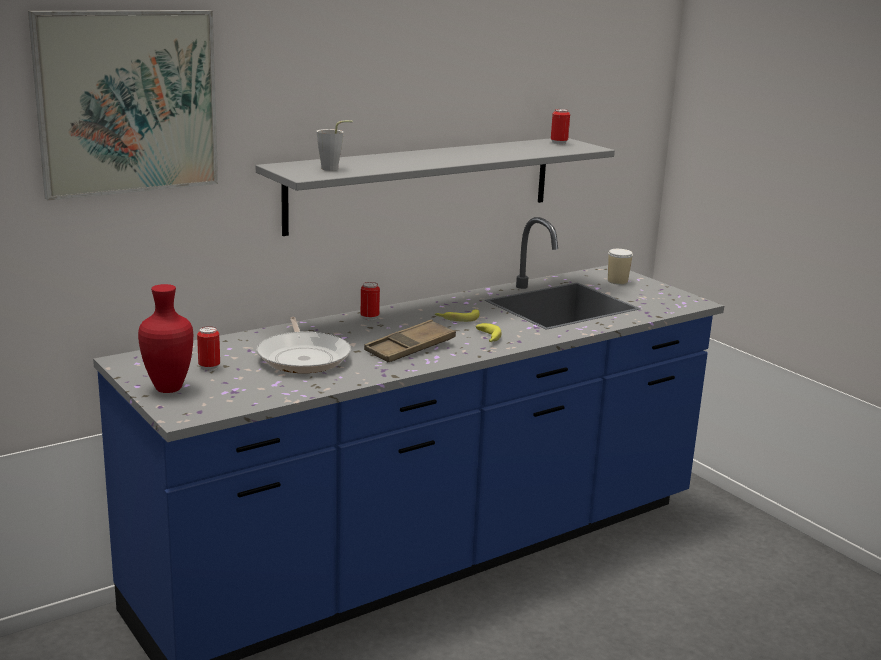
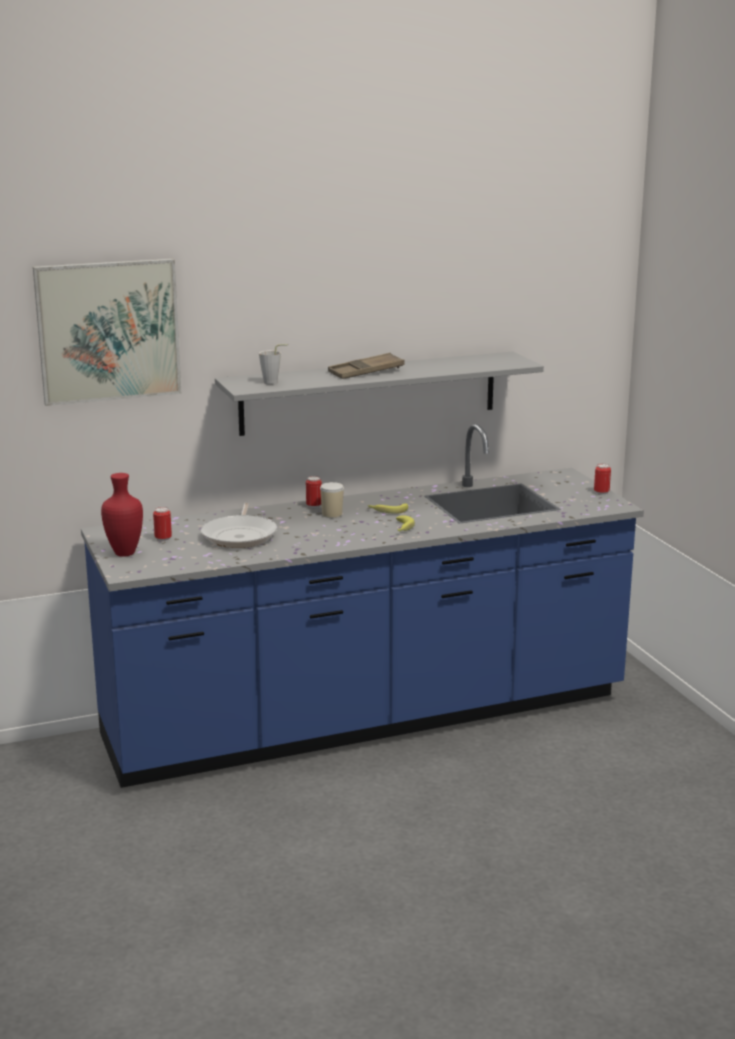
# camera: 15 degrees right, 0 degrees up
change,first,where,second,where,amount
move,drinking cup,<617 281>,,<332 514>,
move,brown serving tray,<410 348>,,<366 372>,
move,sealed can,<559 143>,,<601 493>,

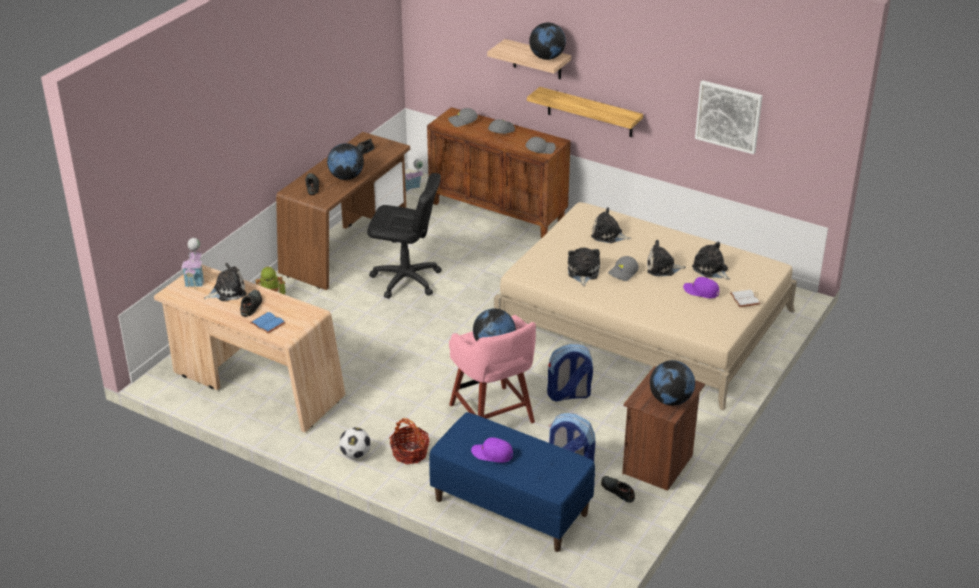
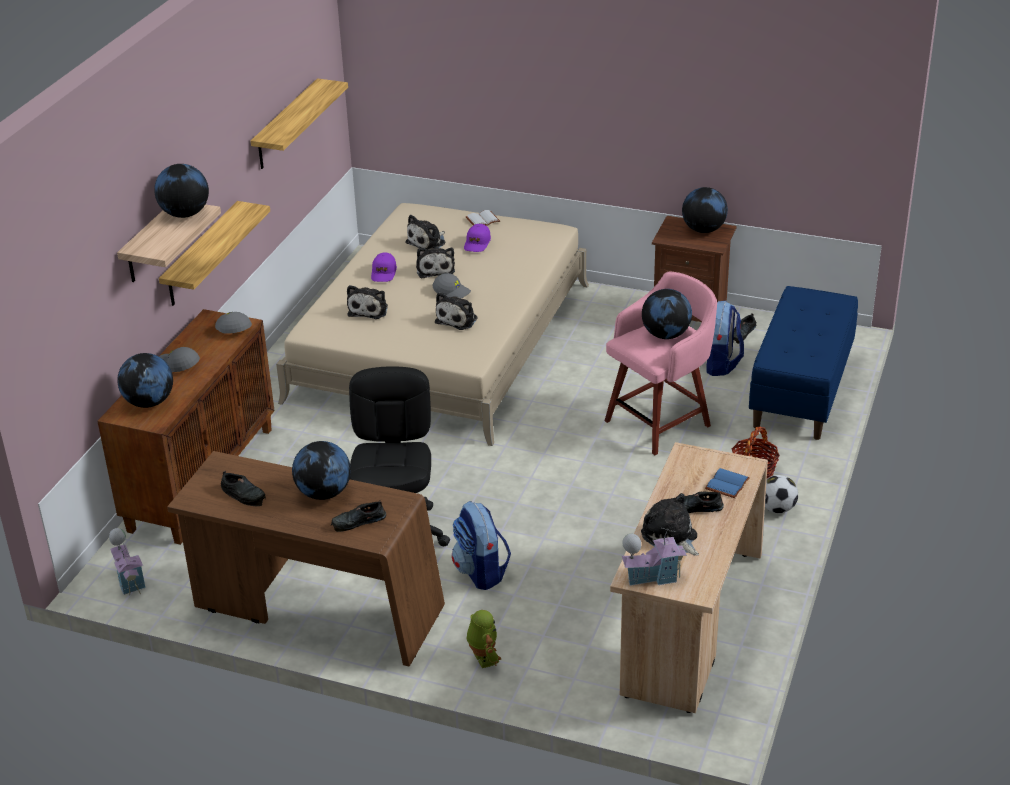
# camera: 100 degrees left, 0 degrees up
change,first,where,second,where,amount
replace,grey baseball cap,<462 121>,globe,<149 402>,
replace,wall picture,<728 116>,shelf,<286 125>,
move,purple baseball cap,<492 454>,,<383 273>,
rotate,plush toy,<582 273>,,<458 319>,60 degrees counterclockwise
move,rucksack,<569 395>,,<481 572>,

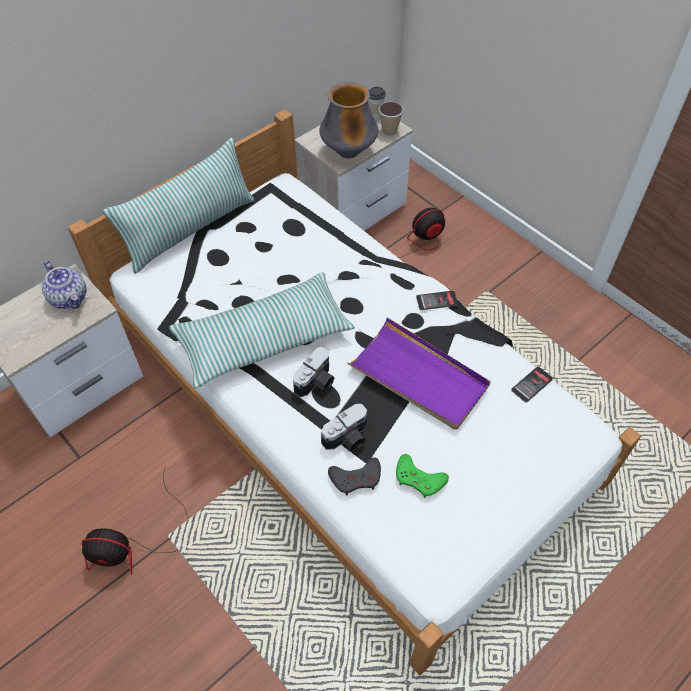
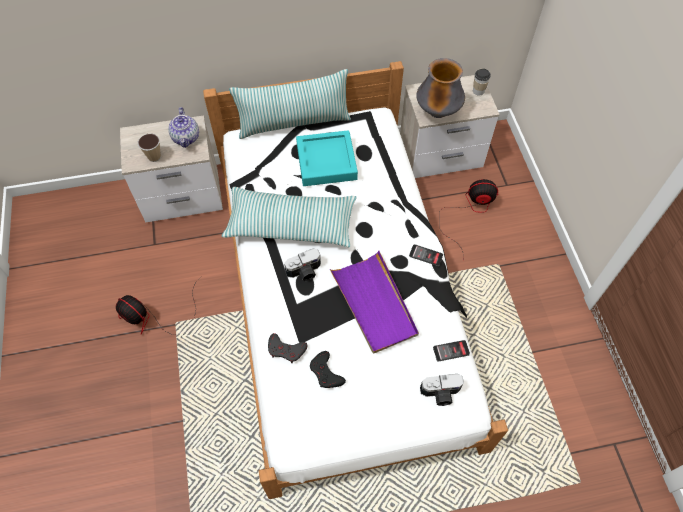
# camera: 30 degrees right, 5 degrees up
change,first,where,second,where,amount
move,drinking cup,<389 131>,,<154 157>,
insert,,,turquoise-coloured serving tray,<326 162>,
recolor,green-coloured game controller,<419 479>,black-coloured game controller,<326 373>,
move,still camera,<348 439>,,<440 394>,

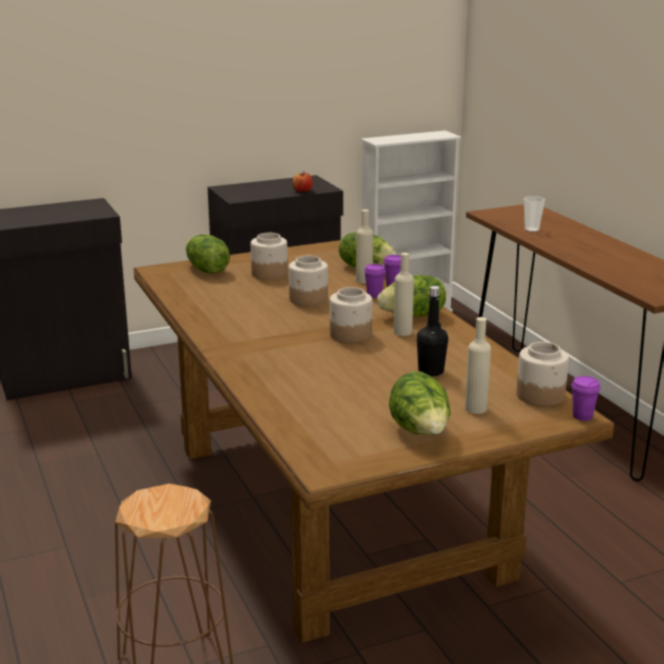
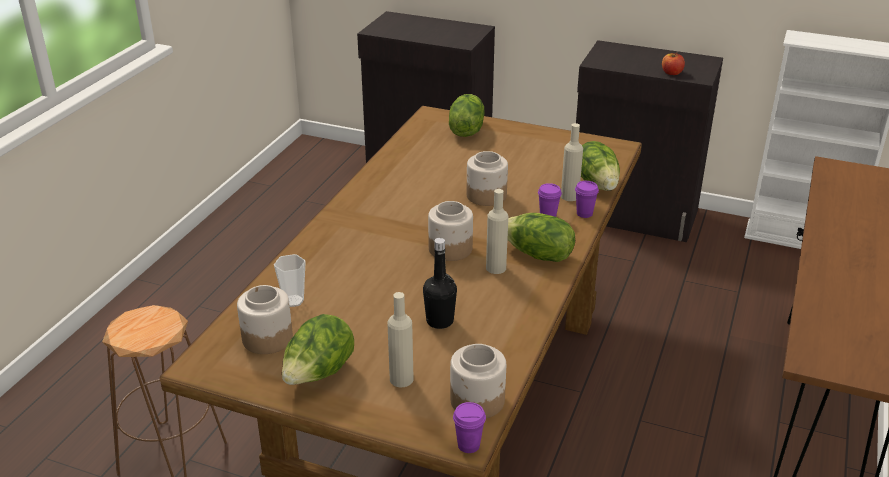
# camera: 45 degrees right, 10 degrees up
change,first,where,second,where,amount
move,storage jar,<269 273>,,<267 338>,
move,drinking cup,<531 230>,,<293 301>,

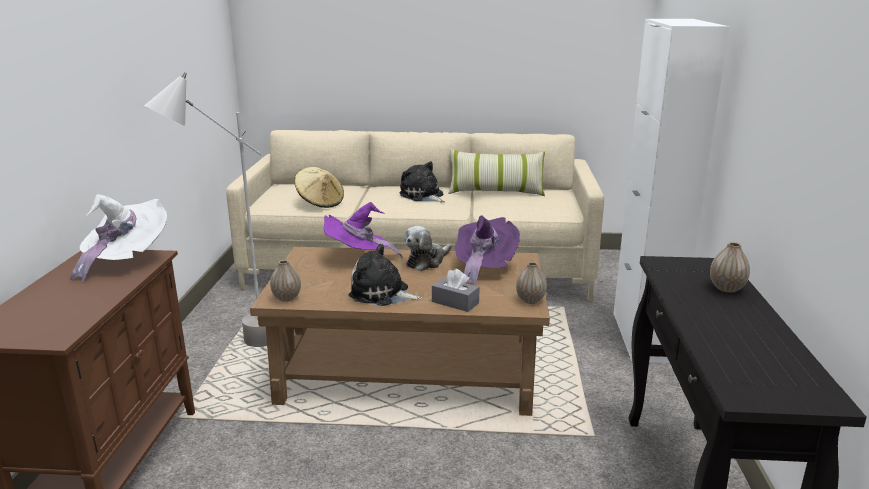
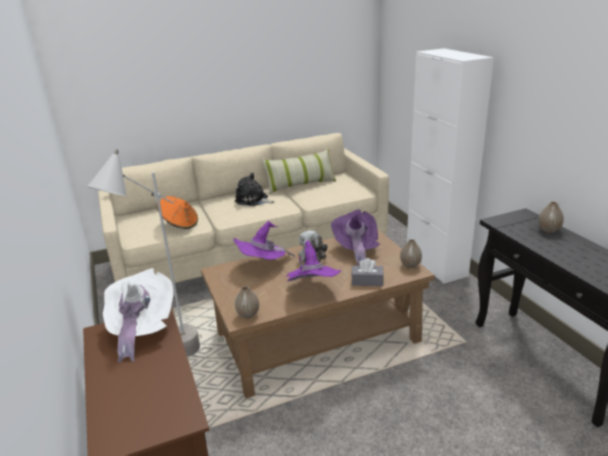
# camera: 25 degrees left, 5 degrees up
change,first,where,second,where,amount
recolor,beige wearable hat,<320 202>,orange-coloured wearable hat,<180 224>,
replace,plush toy,<382 294>,purple wearable hat,<312 290>,

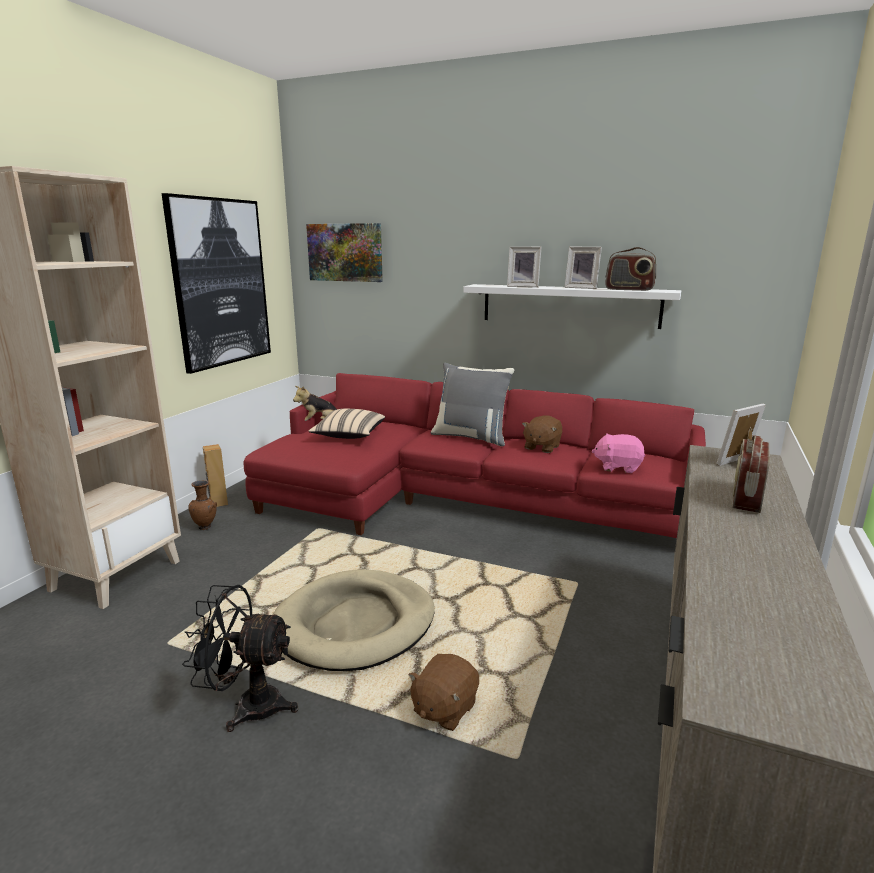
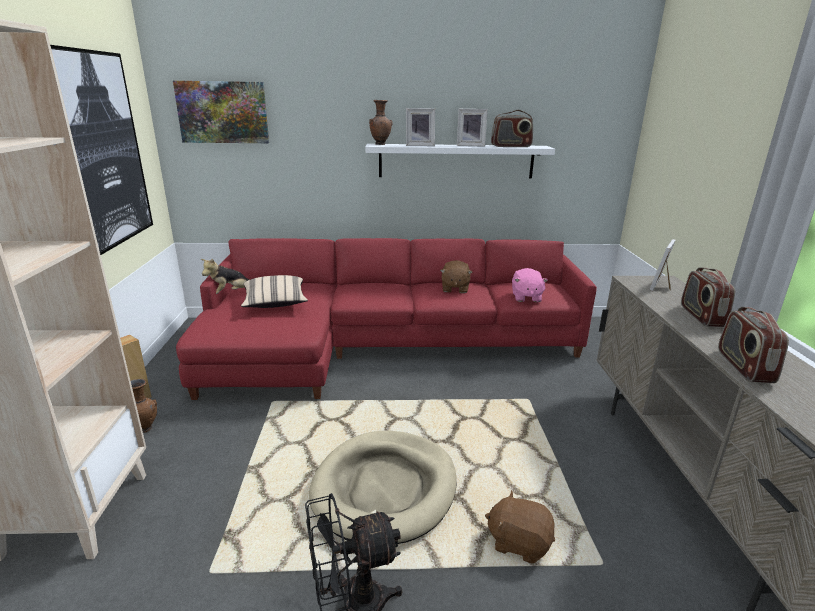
# camera: 25 degrees left, 5 degrees up
change,first,where,second,where,amount
insert,,,brown decorative vase,<380 144>,
rotate,brown plush toy,<444 709>,,<519 542>,105 degrees clockwise
rotate,pinkish plush toy,<618 467>,,<526 297>,75 degrees counterclockwise
insert,,,radio set,<743 367>,
delete,grey cushion,<471 437>,,,

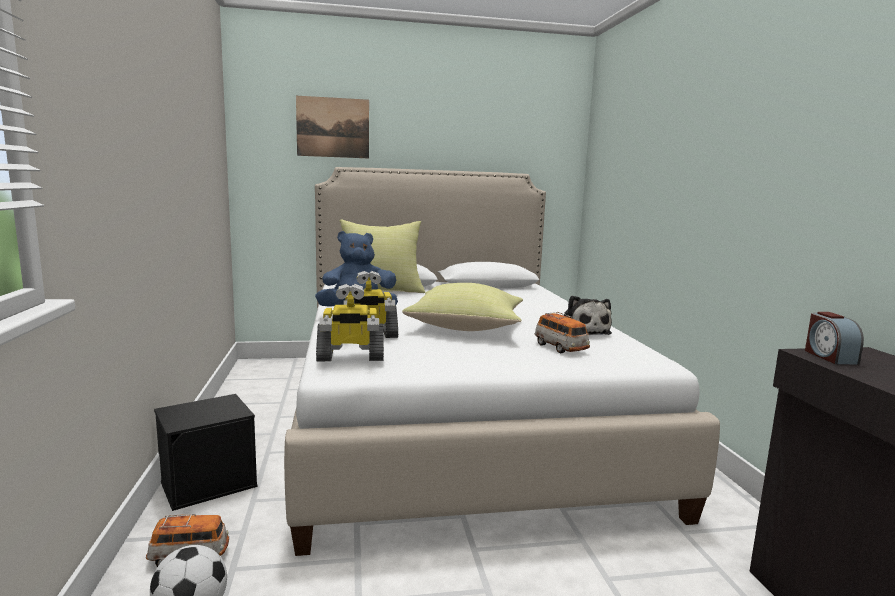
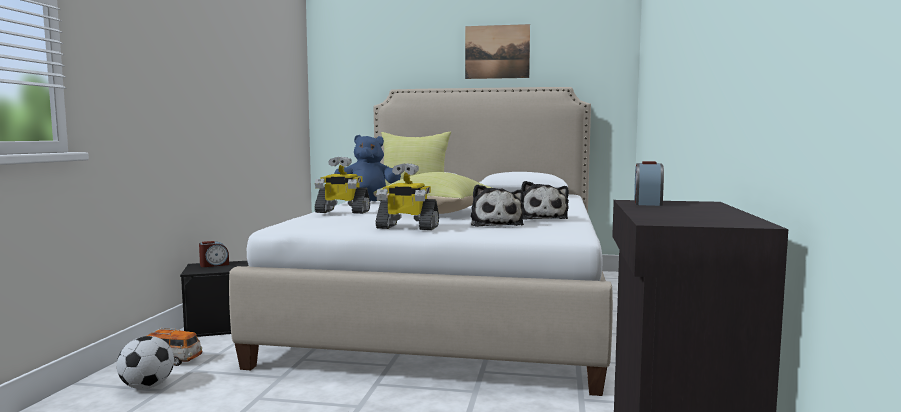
# camera: 20 degrees right, 5 degrees down
change,first,where,second,where,amount
insert,,,bedside clock,<214 265>,
move,model robot,<350 357>,,<407 227>,
move,wall picture,<333 127>,,<497 52>,
replace,toy car,<560 348>,plush toy,<496 224>,

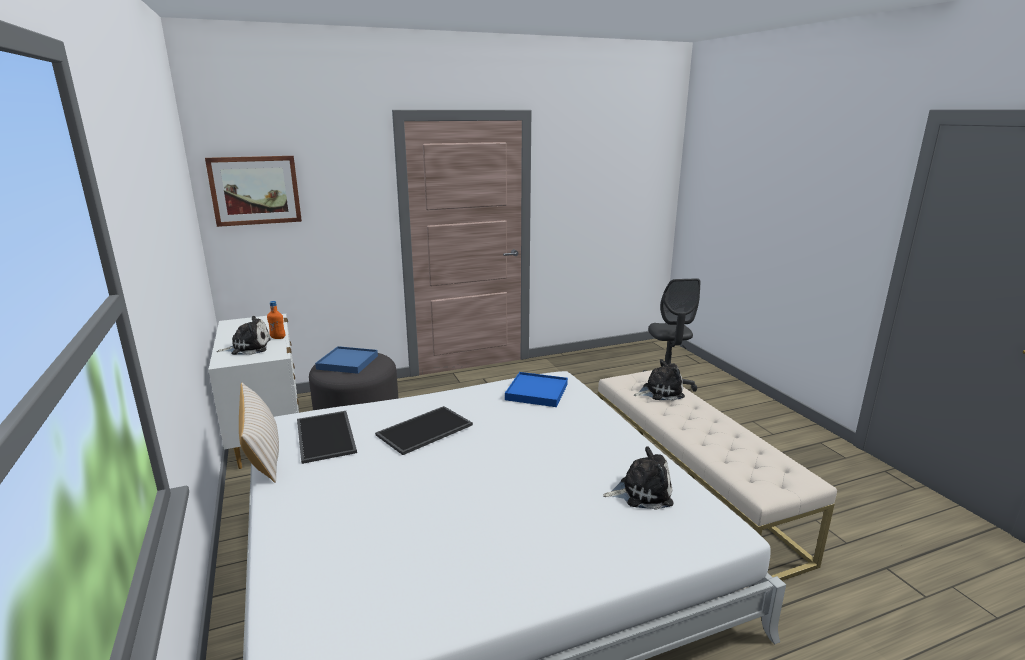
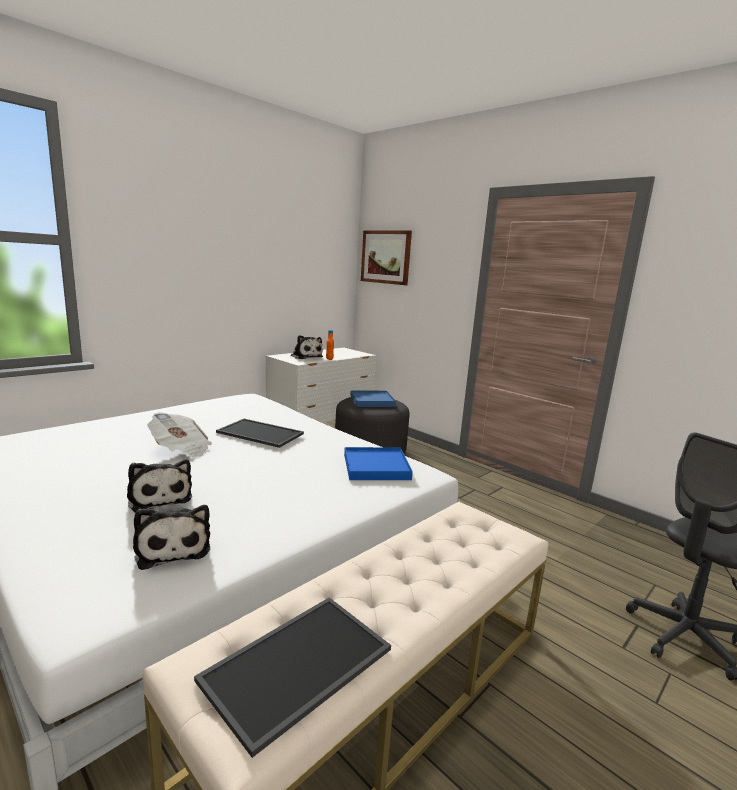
# camera: 65 degrees right, 5 degrees down
change,first,where,second,where,amount
move,plush toy,<660 392>,,<159 497>,
insert,,,daily paper,<181 450>,
move,serving tray,<327 436>,,<298 667>,
delete,beige cushion,<262 452>,,,

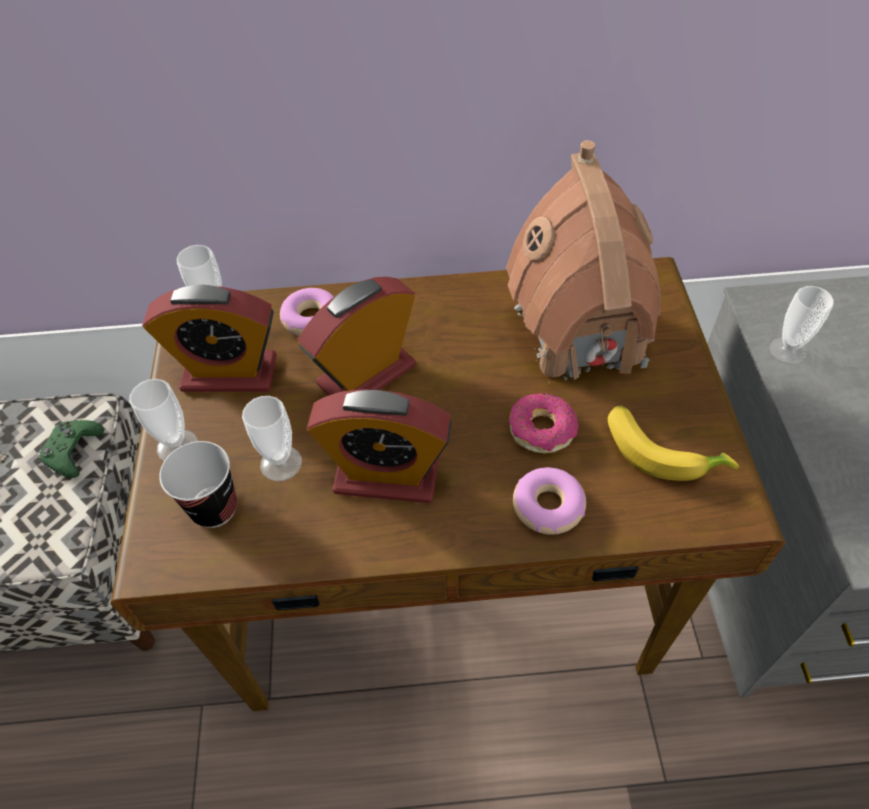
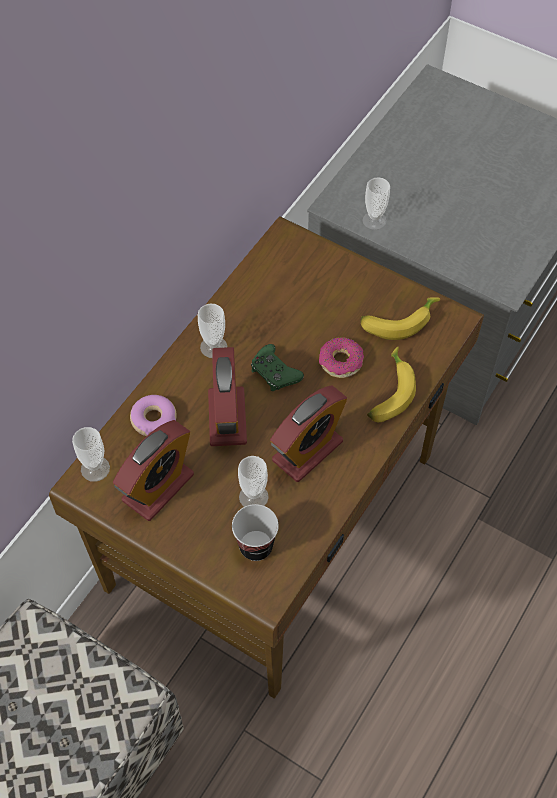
# camera: 55 degrees left, 5 degrees up
change,first,where,second,where,amount
move,drinking cup,<177 446>,,<213 347>,
move,green-coloured game controller,<73 451>,,<274 372>,
replace,ring doughnut,<548 506>,whole banana,<388 392>,
delete,miniature house,<579 333>,,,

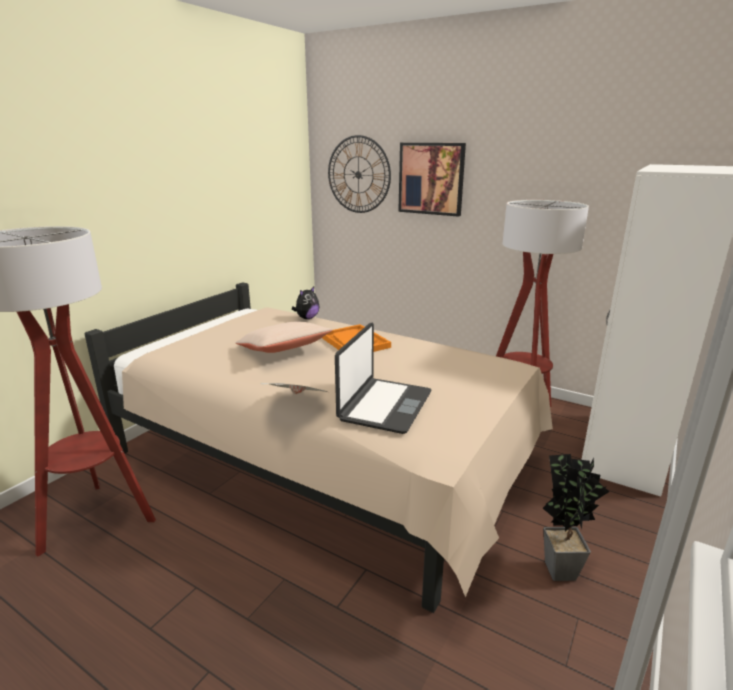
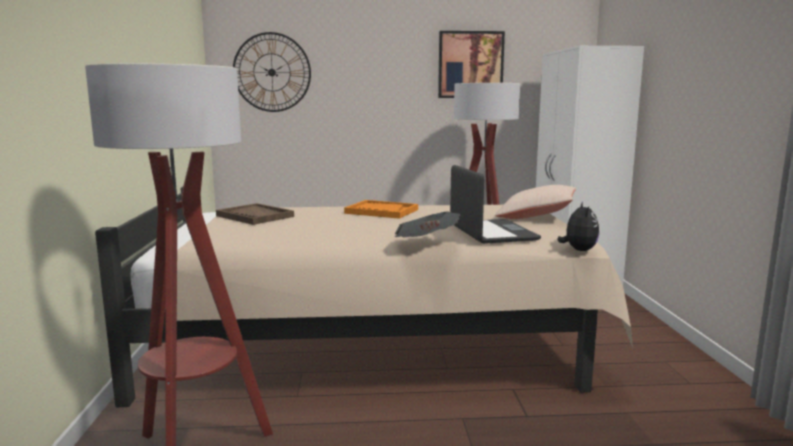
# camera: 35 degrees left, 10 degrees down
change,first,where,second,where,amount
insert,,,brown serving tray,<255 216>,
move,wall picture,<431 179>,,<470 65>,
move,beige cushion,<284 350>,,<536 216>,
move,plush toy,<307 318>,,<578 250>,
delete,houseplant,<561 566>,,,

